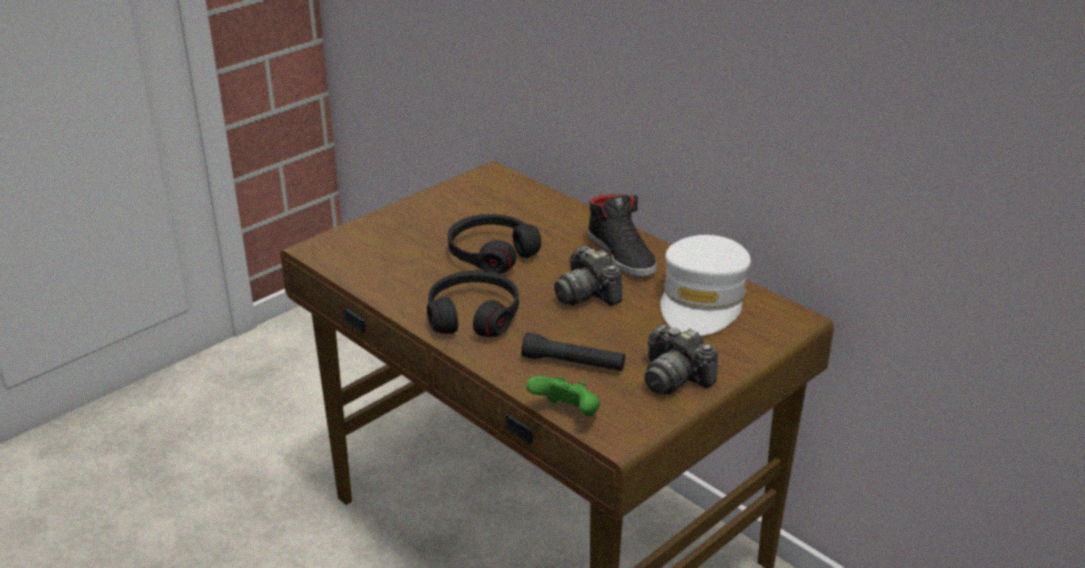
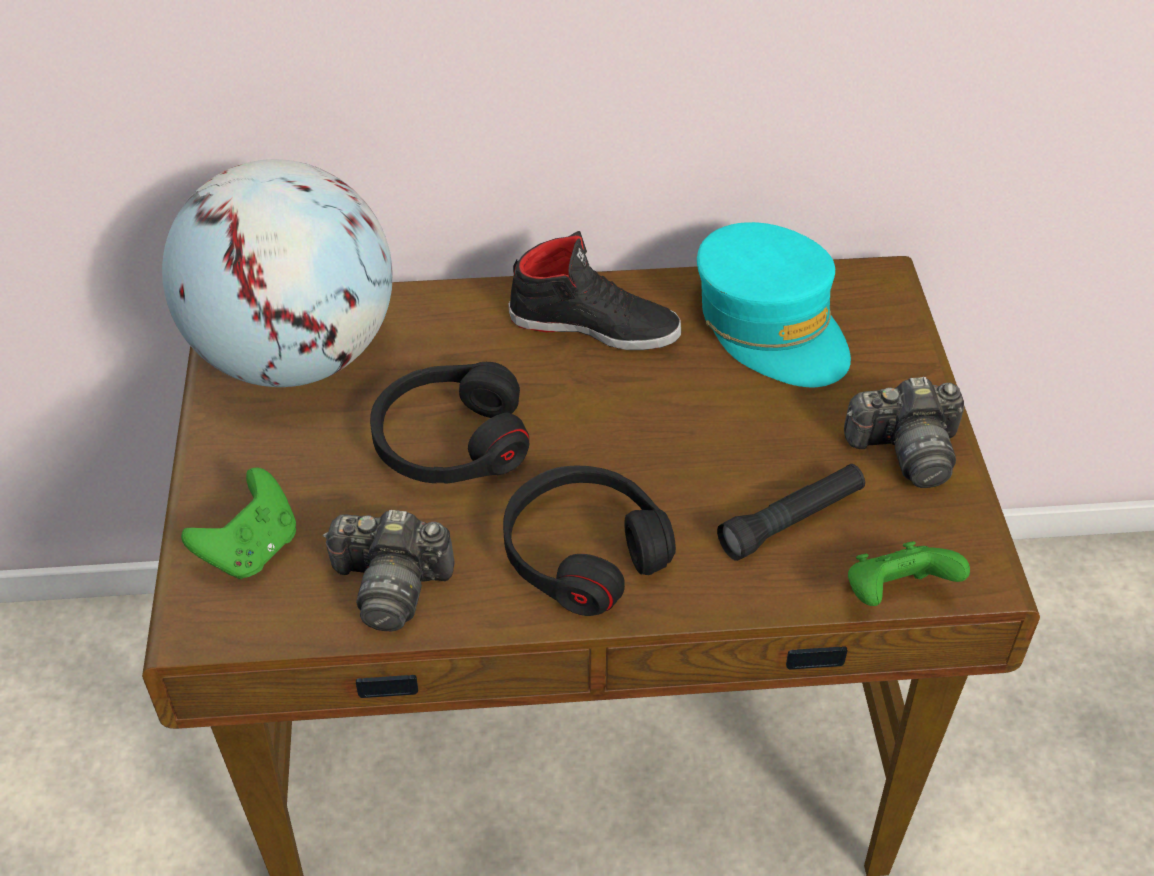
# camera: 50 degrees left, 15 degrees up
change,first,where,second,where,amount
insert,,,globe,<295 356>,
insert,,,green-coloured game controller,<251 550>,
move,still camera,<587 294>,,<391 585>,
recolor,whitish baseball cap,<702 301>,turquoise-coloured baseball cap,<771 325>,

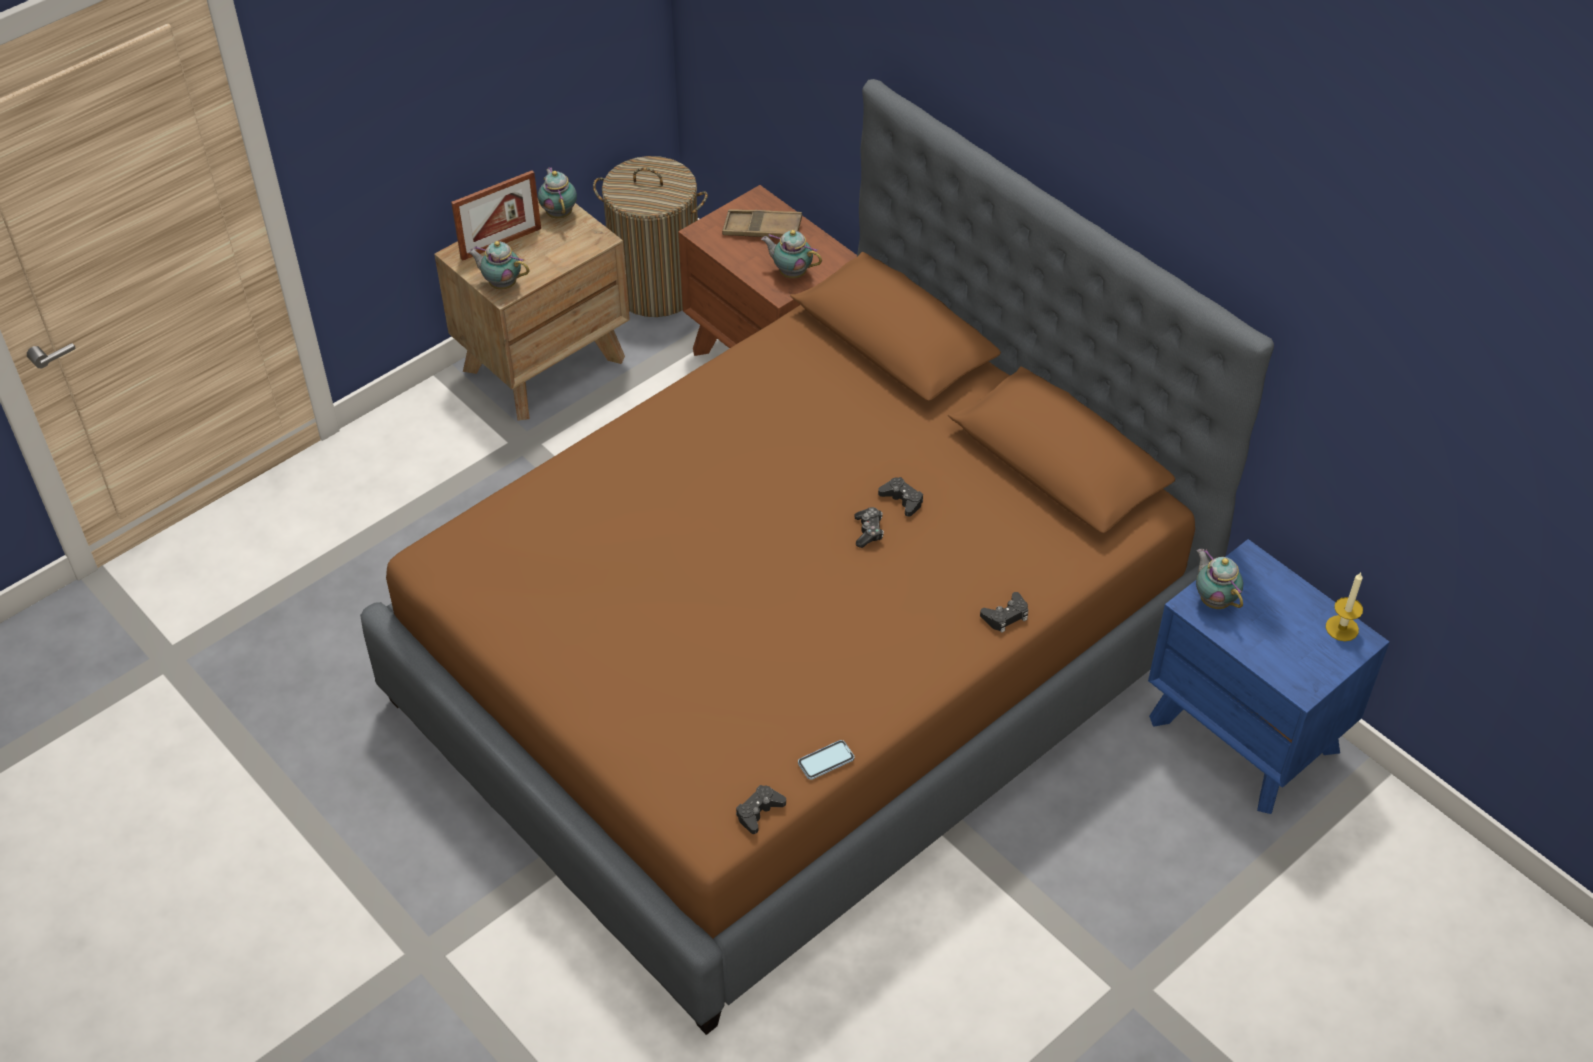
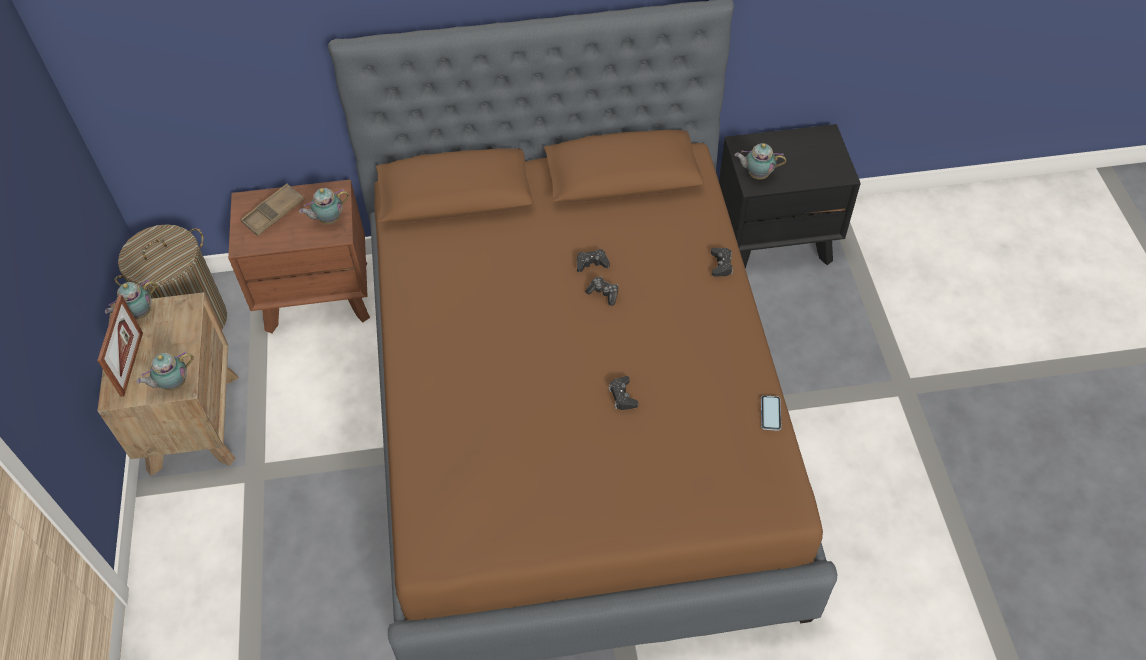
# camera: 55 degrees left, 5 degrees up
change,first,where,second,where,amount
rotate,pot for tea,<559 213>,,<139 314>,60 degrees counterclockwise
move,black-coloured game controller,<759 812>,,<622 396>,
recolor,blue nightstand,<1245 734>,black-coloured nightstand,<775 240>,
delete,wax light,<1342 628>,,,

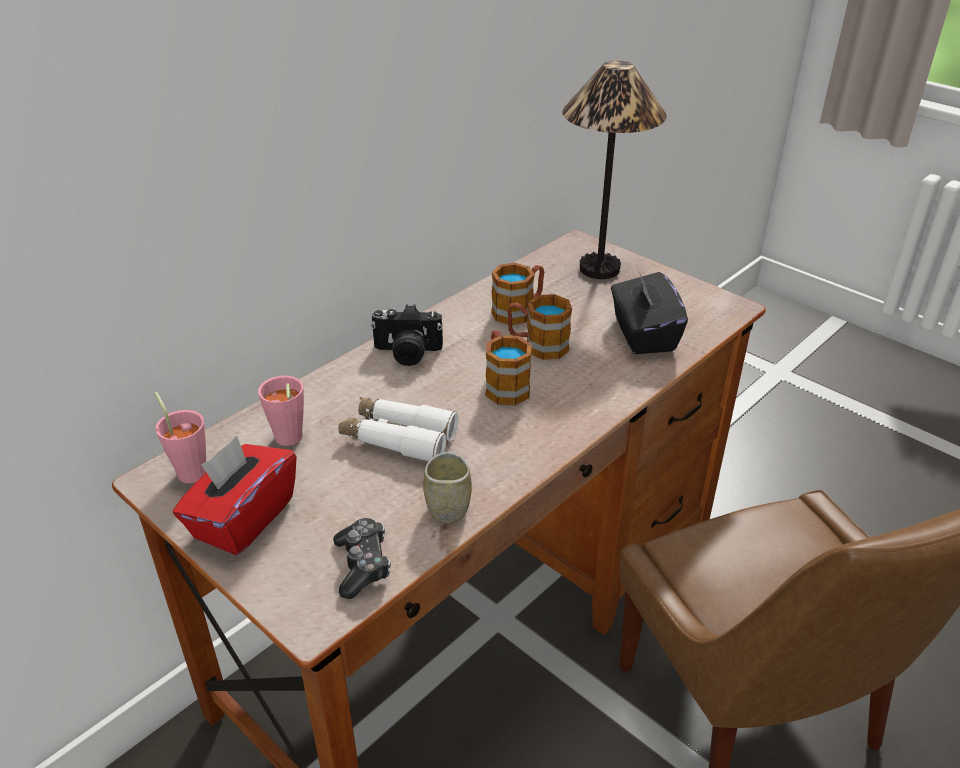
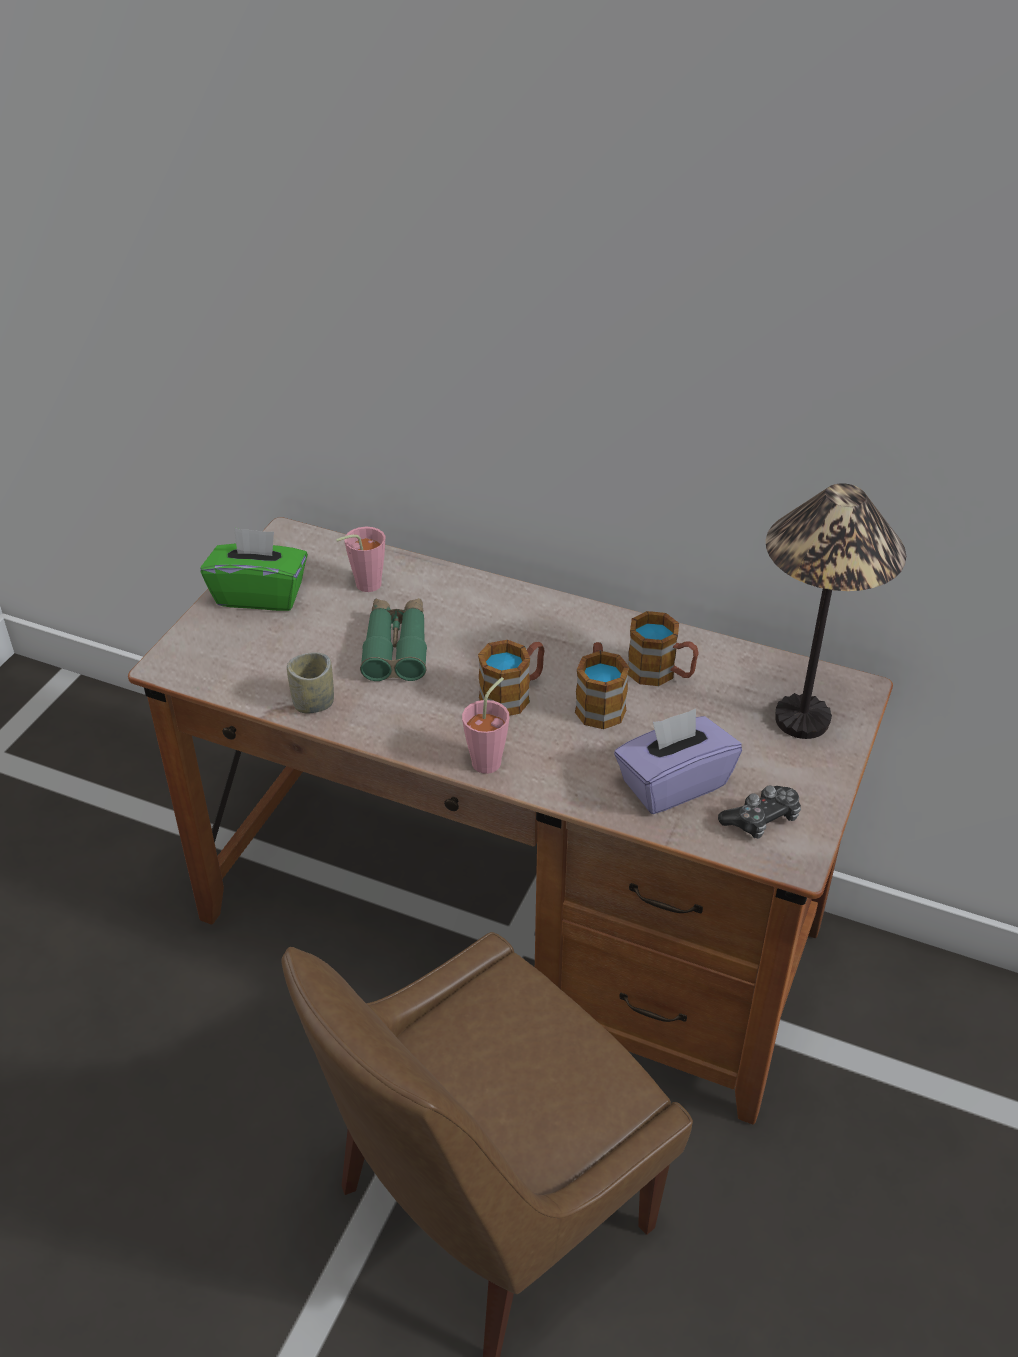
# camera: 70 degrees right, 5 degrees up
change,first,where,second,where,amount
recolor,red-coloured tissue box,<243 519>,green-coloured tissue box,<260 594>,
recolor,whitish pair of binoculars,<398 438>,green-coloured pair of binoculars,<396 647>,
move,pinkish drinking cup,<190 469>,,<490 759>,
recolor,black-coloured tissue box,<643 334>,purple tissue box,<673 783>,
move,game controller,<363 565>,,<761 819>,
delete,still camera,<407 353>,,,

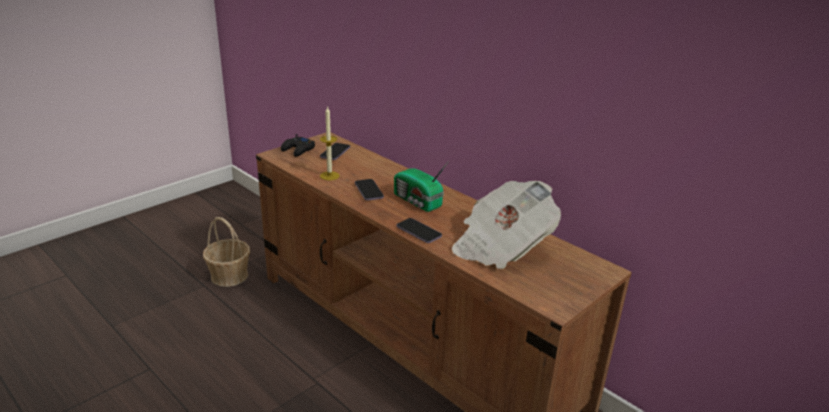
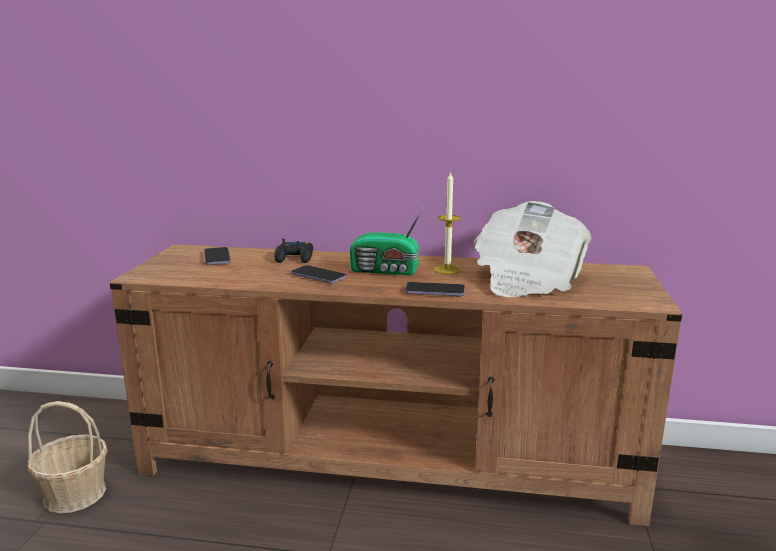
# camera: 35 degrees left, 10 degrees down
change,first,where,second,where,amount
move,black-coloured game controller,<298 150>,,<295 258>,
move,wax light,<329 176>,,<447 270>,

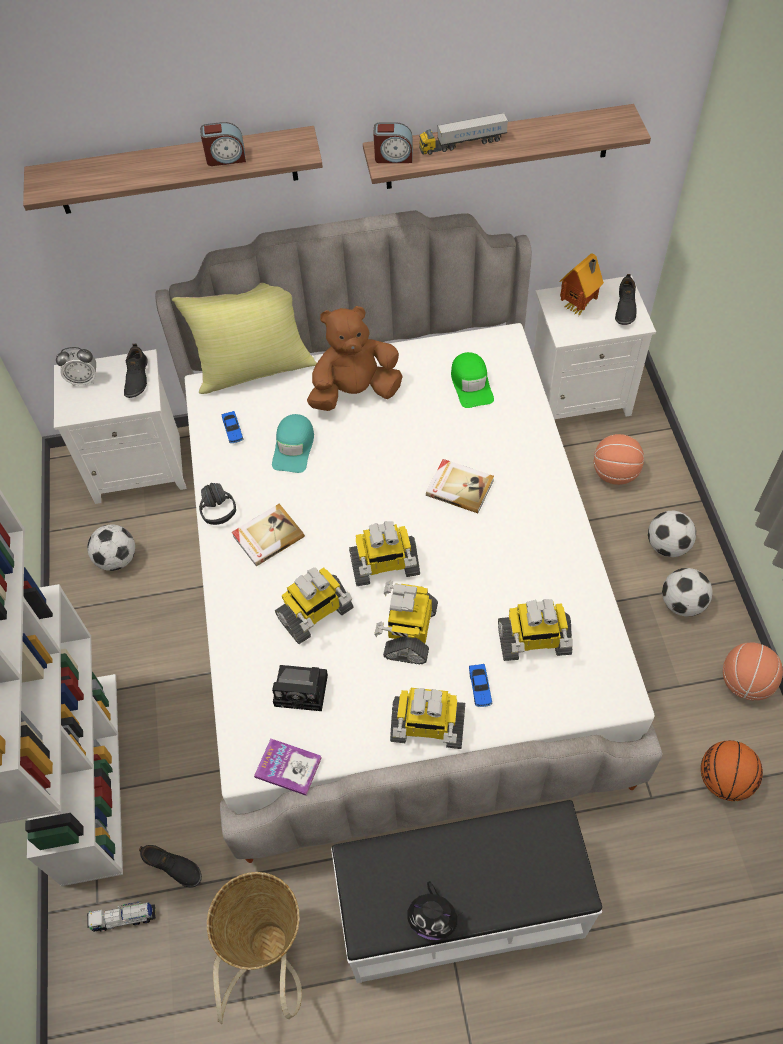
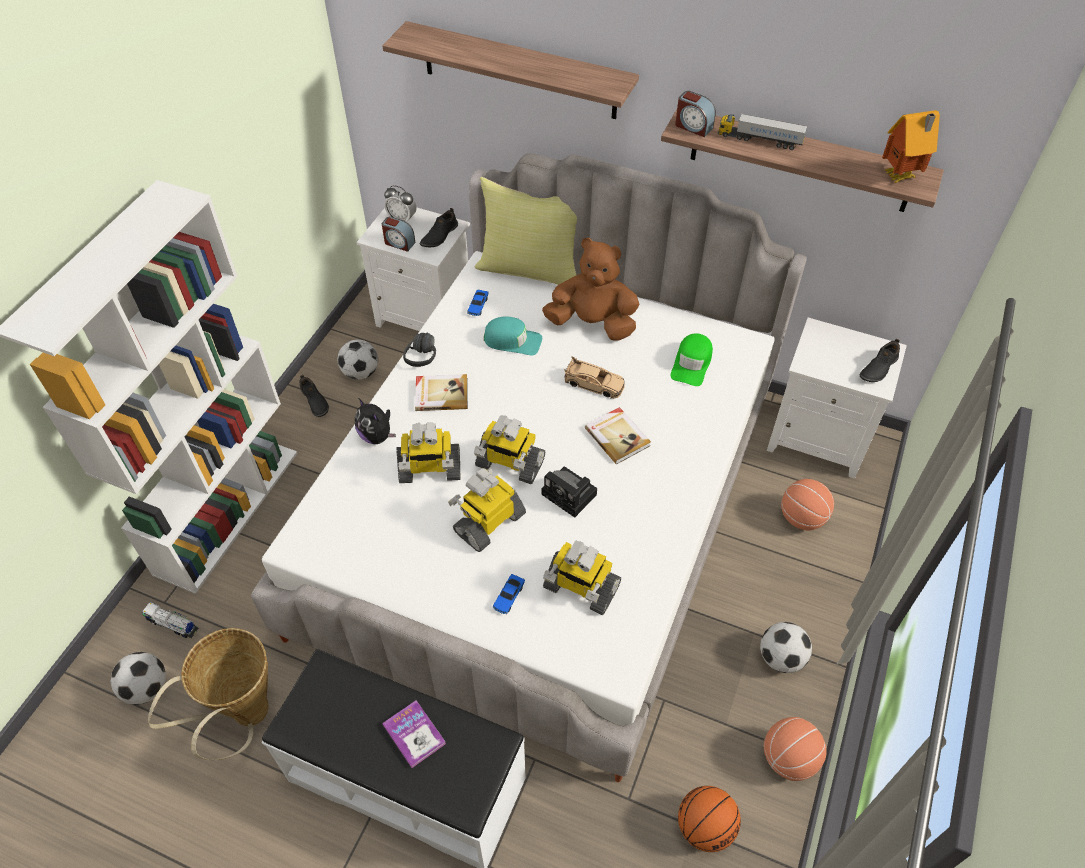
# camera: 30 degrees right, 5 degrees down
change,first,where,second,where,amount
move,football,<667 546>,,<147 688>,
move,black-coloured low shoe,<172 867>,,<314 401>,
move,plush toy,<433 919>,,<377 436>,
move,bedside clock,<226 158>,,<399 243>,
move,volume,<288 767>,,<414 734>,
rotate,turquoise-coloured baseball cap,<294 447>,,<512 340>,120 degrees counterclockwise
move,still camera,<304 690>,,<571 495>,
insert,,,beige toy car,<594 383>,
move,miniature house,<578 308>,,<900 178>,
delete,model robot,<427 727>,,,

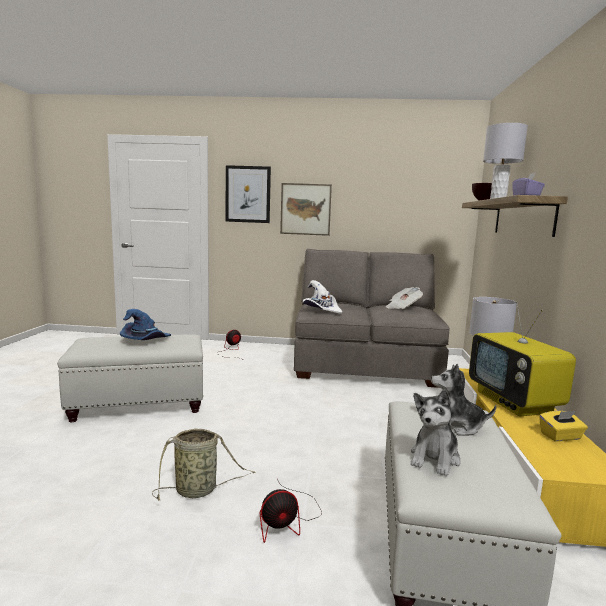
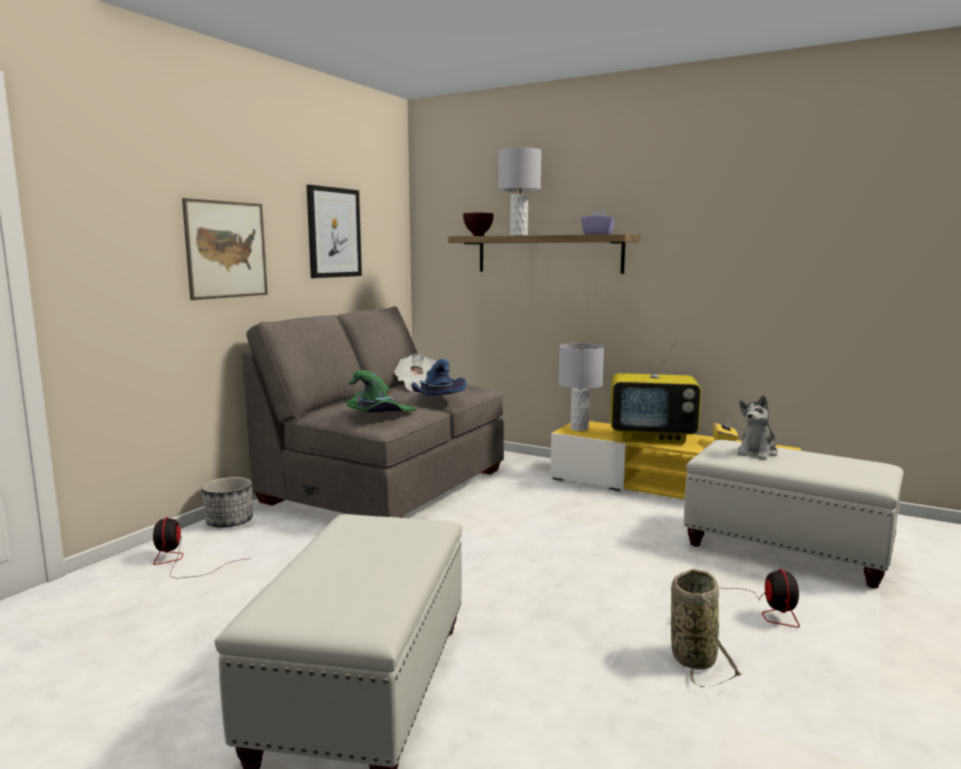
# camera: 65 degrees left, 0 degrees up
change,first,where,second,where,amount
insert,,,planter,<229 522>,
move,wall picture,<248 194>,,<334 232>,
recolor,whitish wearable hat,<321 309>,green-coloured wearable hat,<379 414>,
move,blue wearable hat,<145 341>,,<437 398>,
delete,plush toy,<435 458>,,,

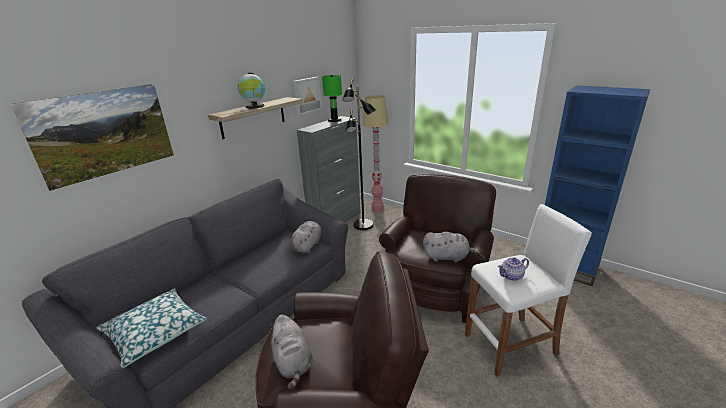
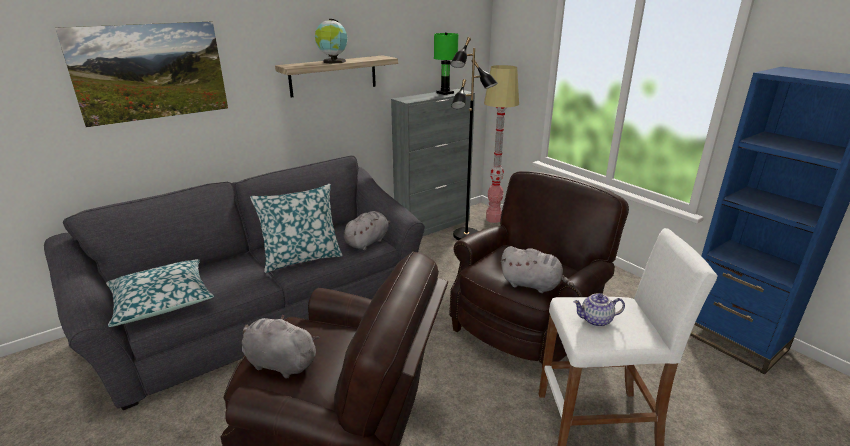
# camera: 15 degrees right, 0 degrees up
change,first,where,second,where,amount
rotate,grey plush toy,<293 362>,,<279 363>,120 degrees clockwise
insert,,,cushion,<302 258>,
delete,wall picture,<306 95>,,,

